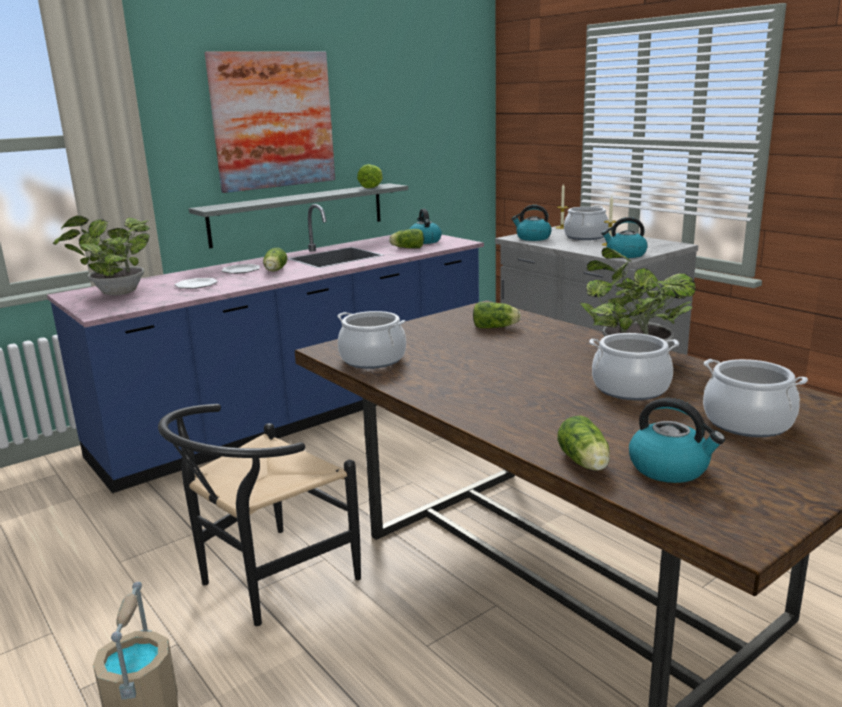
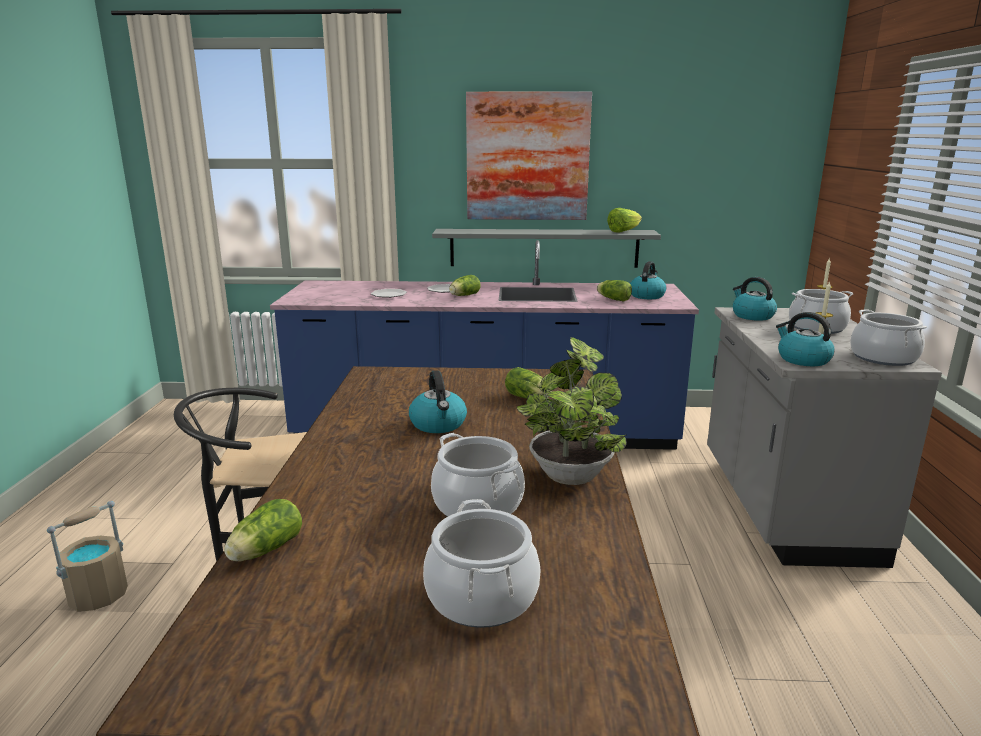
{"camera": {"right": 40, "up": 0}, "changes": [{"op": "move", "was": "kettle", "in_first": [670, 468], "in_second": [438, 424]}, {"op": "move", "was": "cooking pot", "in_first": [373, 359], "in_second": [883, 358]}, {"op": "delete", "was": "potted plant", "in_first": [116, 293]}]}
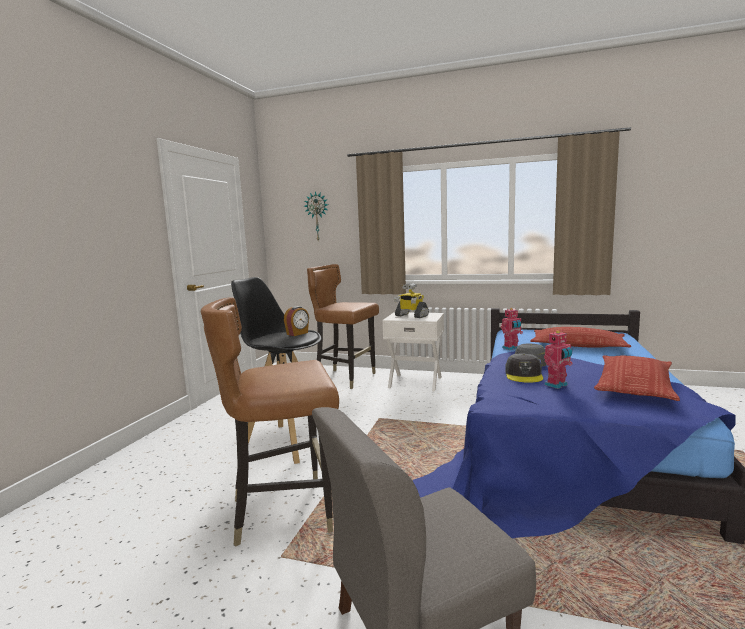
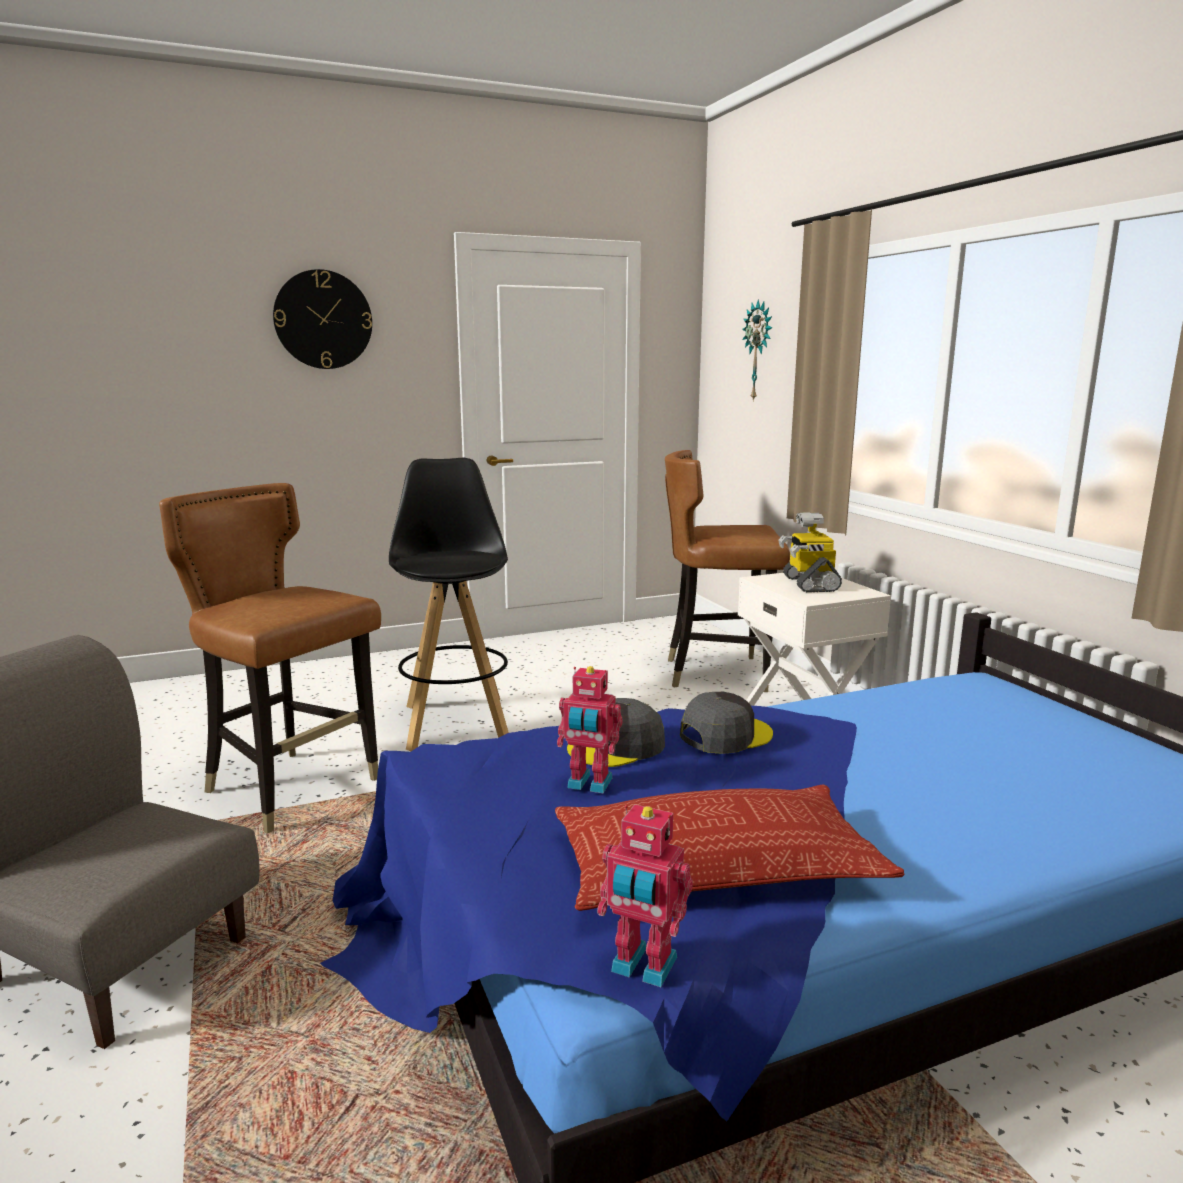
{"camera": {"right": 50, "up": 5}, "changes": [{"op": "insert", "now": "wall clock", "in_second": [323, 320]}, {"op": "move", "was": "toy robot", "in_first": [511, 348], "in_second": [642, 967]}, {"op": "rotate", "was": "chair (brown)", "in_first": [345, 378], "in_second": [718, 673], "clockwise": -75}, {"op": "delete", "was": "alarm clock", "in_first": [297, 333]}, {"op": "delete", "was": "pillow", "in_first": [578, 345]}]}
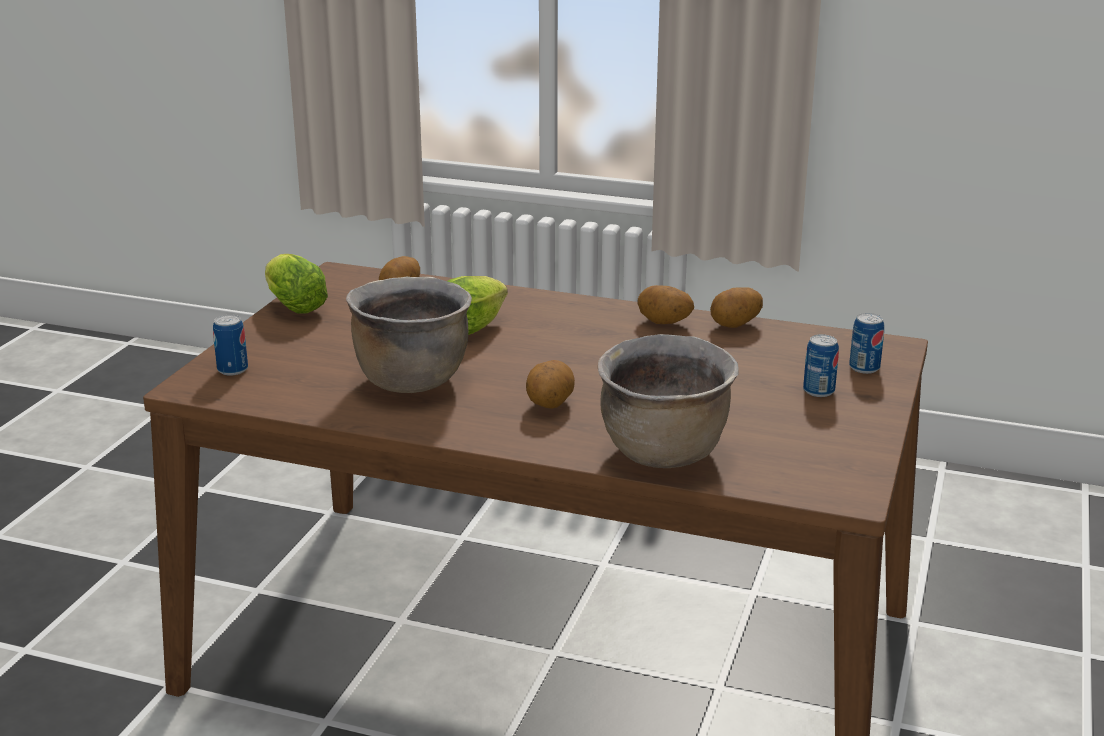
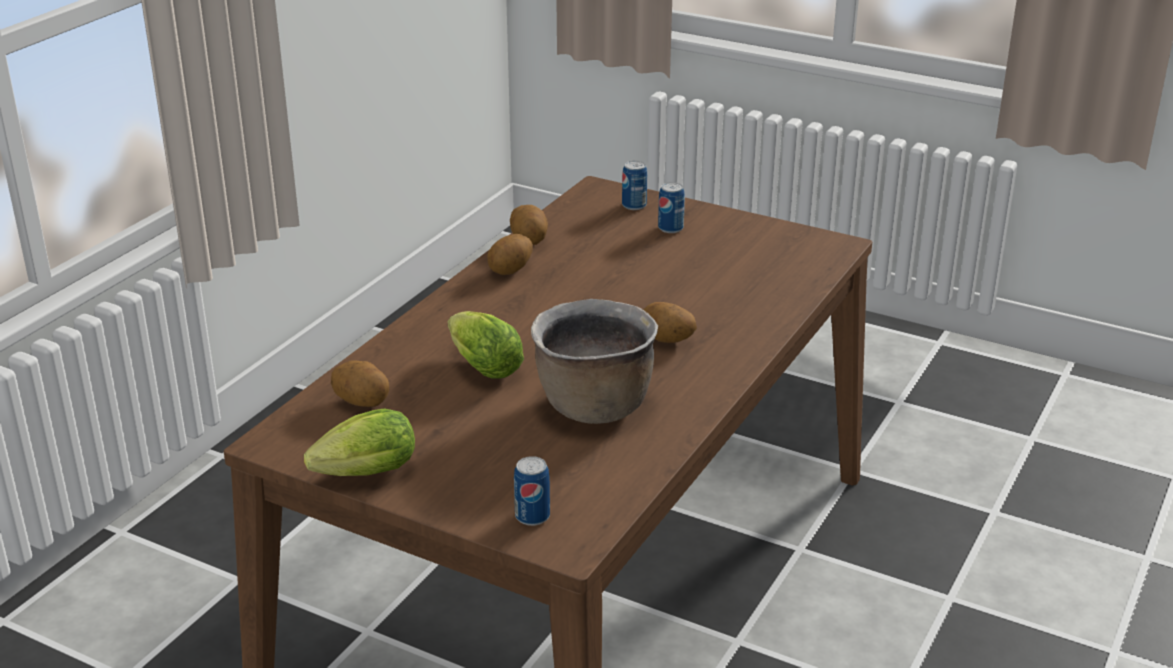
{"camera": {"right": -80, "up": 5}, "changes": [{"op": "delete", "was": "cooking pot (brown)", "in_first": [664, 453]}]}
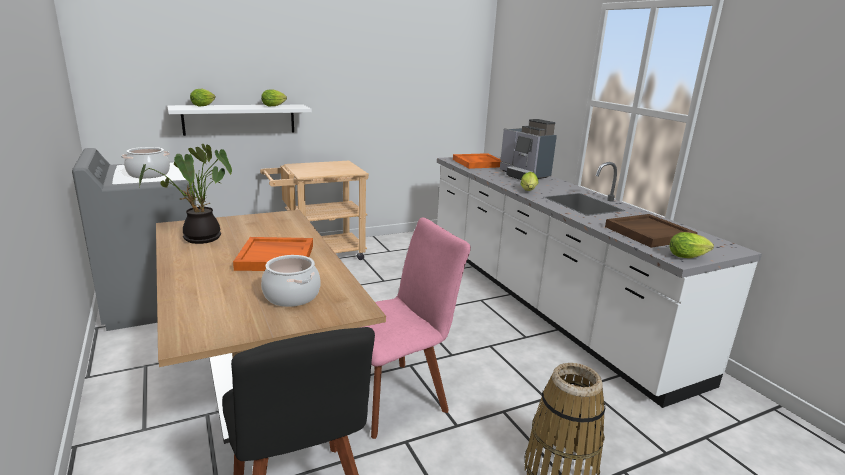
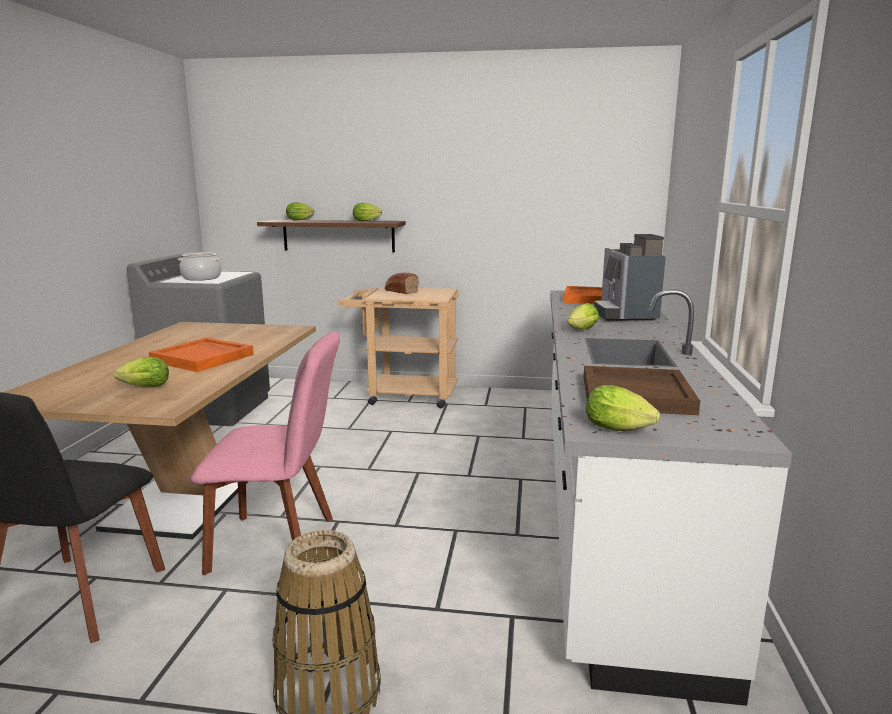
{"camera": {"right": 35, "up": -5}, "changes": [{"op": "replace", "was": "cooking pot", "now": "lettuce", "in_first": [292, 296], "in_second": [143, 387]}, {"op": "recolor", "was": "shelf (white)", "now": "shelf (brown)", "in_first": [239, 119], "in_second": [338, 235]}, {"op": "insert", "now": "bread", "in_second": [400, 291]}, {"op": "delete", "was": "potted plant", "in_first": [199, 239]}]}
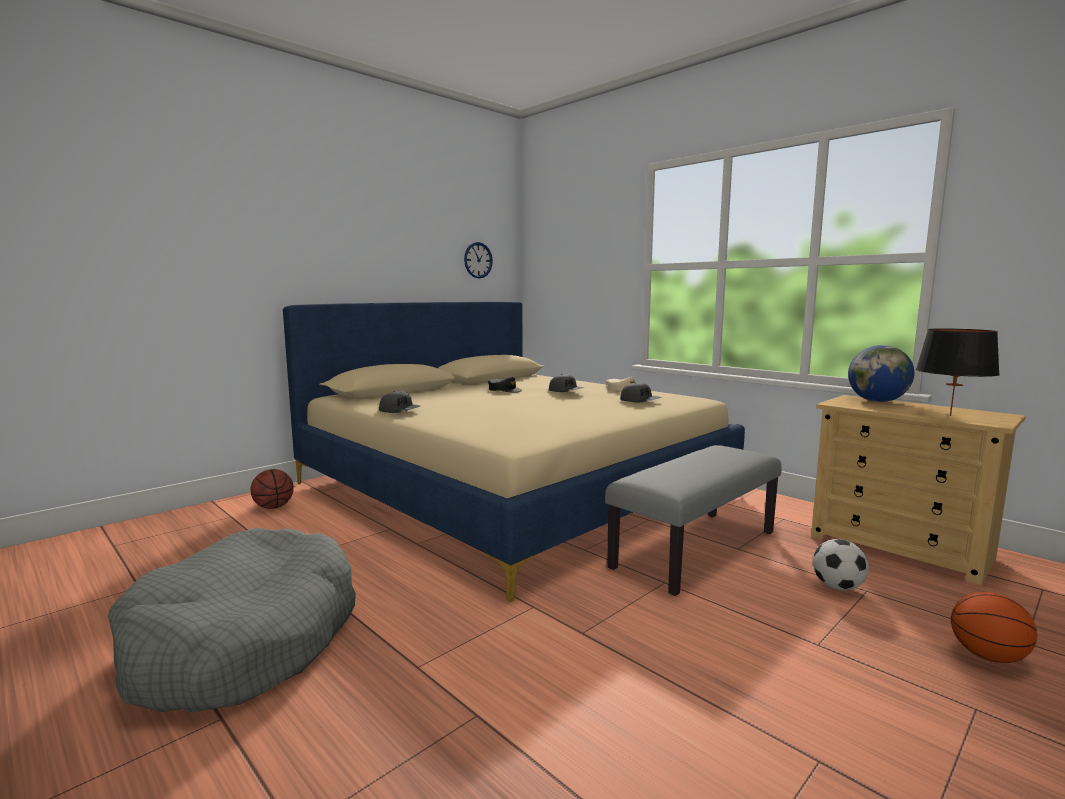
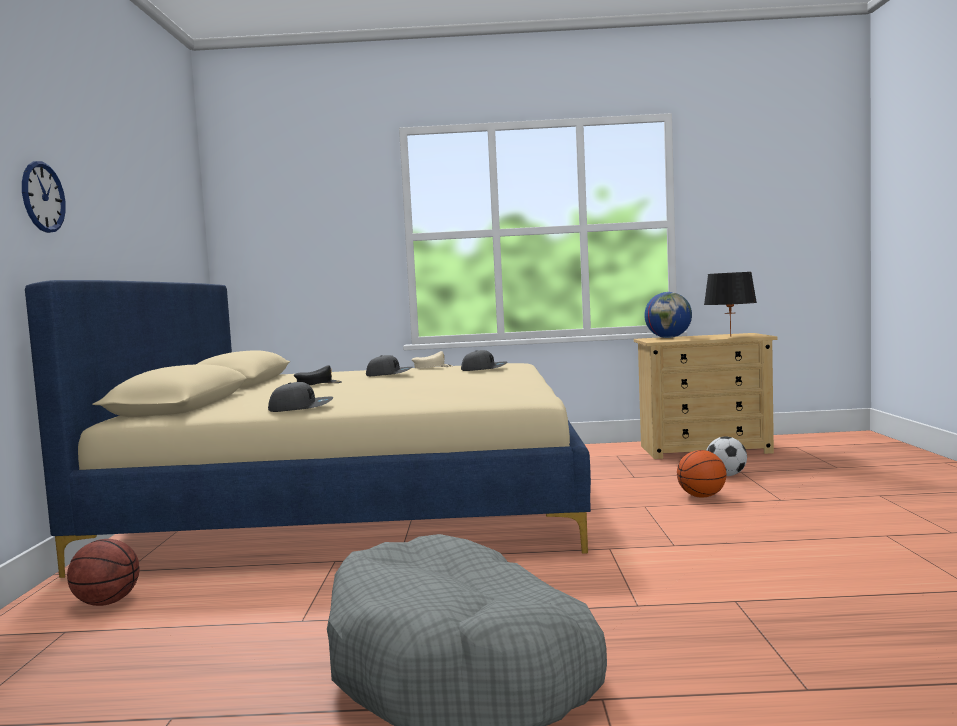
{"camera": {"right": -45, "up": -5}, "changes": [{"op": "move", "was": "wall clock", "in_first": [478, 260], "in_second": [43, 197]}, {"op": "move", "was": "basketball", "in_first": [986, 656], "in_second": [701, 496]}, {"op": "delete", "was": "bench (grey)", "in_first": [695, 549]}]}
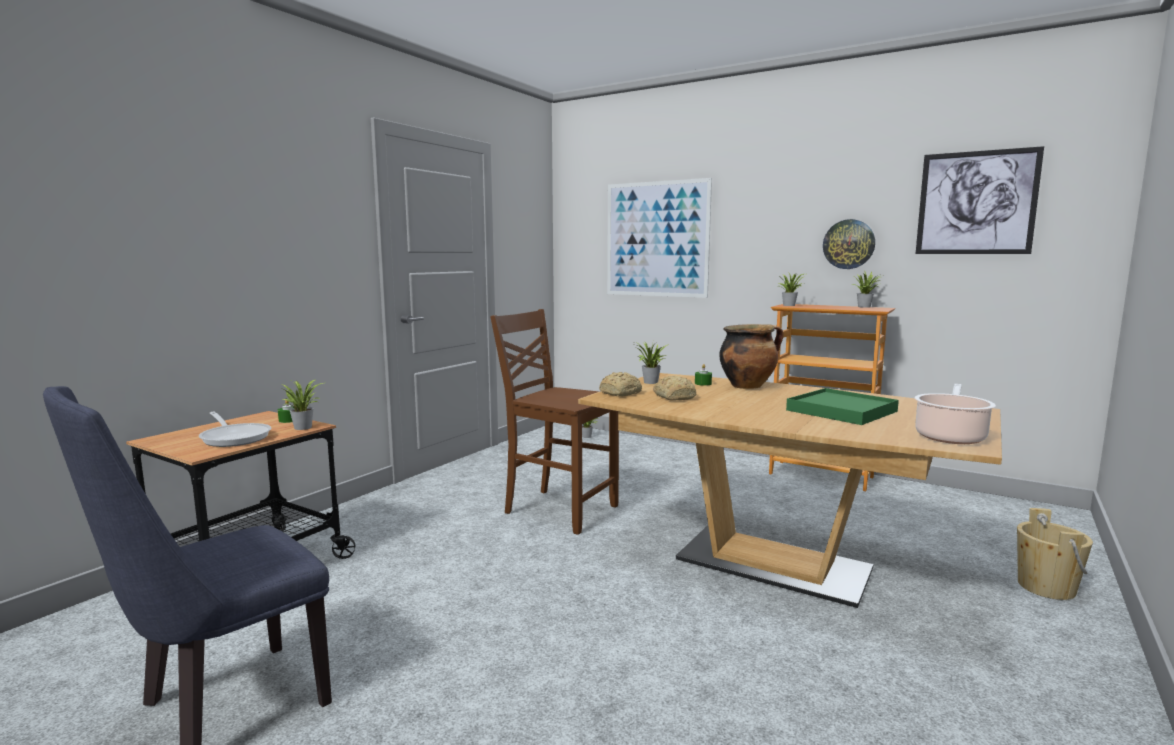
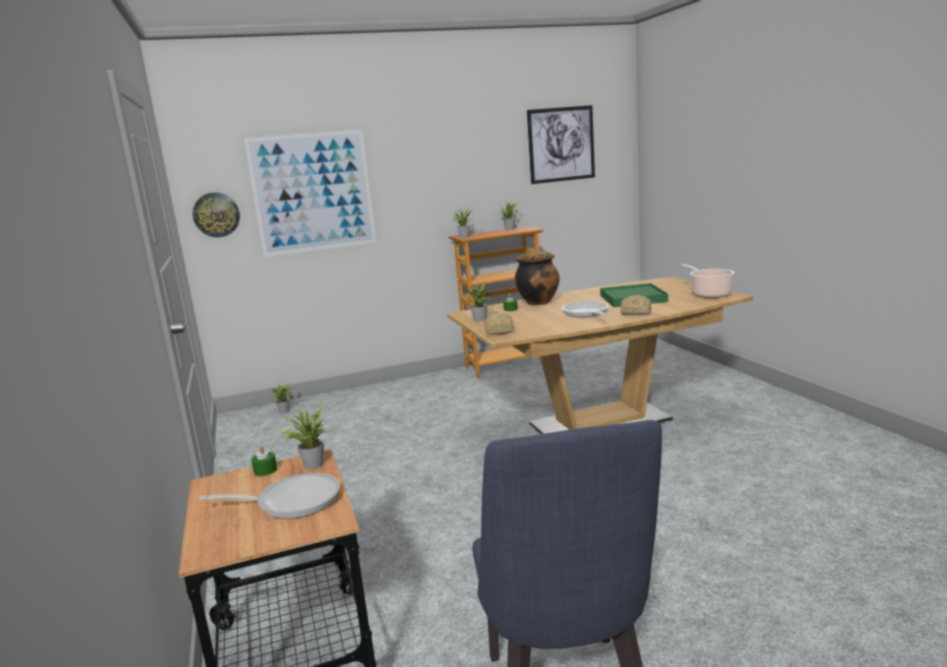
{"camera": {"right": -50, "up": 5}, "changes": [{"op": "move", "was": "wall clock", "in_first": [848, 244], "in_second": [216, 215]}, {"op": "insert", "now": "frying pan", "in_second": [586, 313]}, {"op": "move", "was": "bread", "in_first": [674, 397], "in_second": [635, 313]}, {"op": "delete", "was": "chair (brown)", "in_first": [559, 509]}, {"op": "delete", "was": "bucket (beige)", "in_first": [1046, 587]}]}
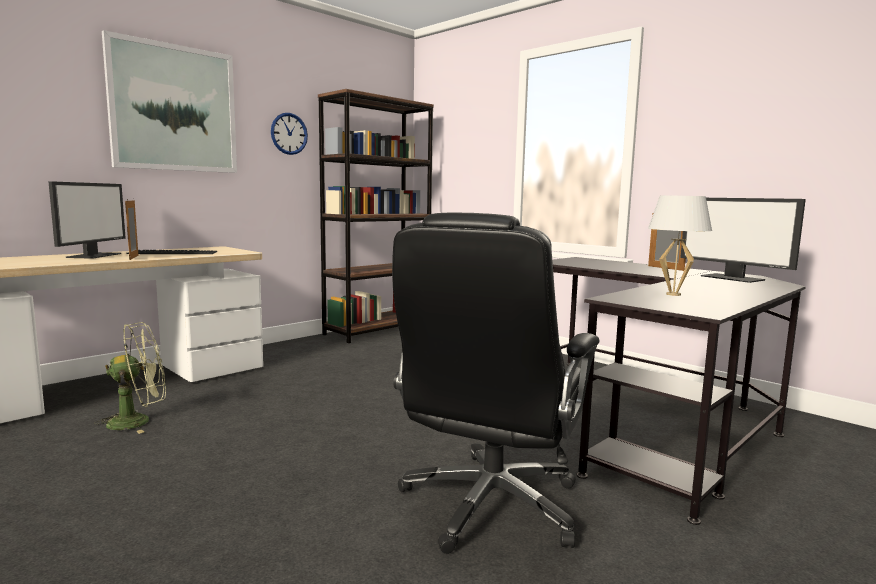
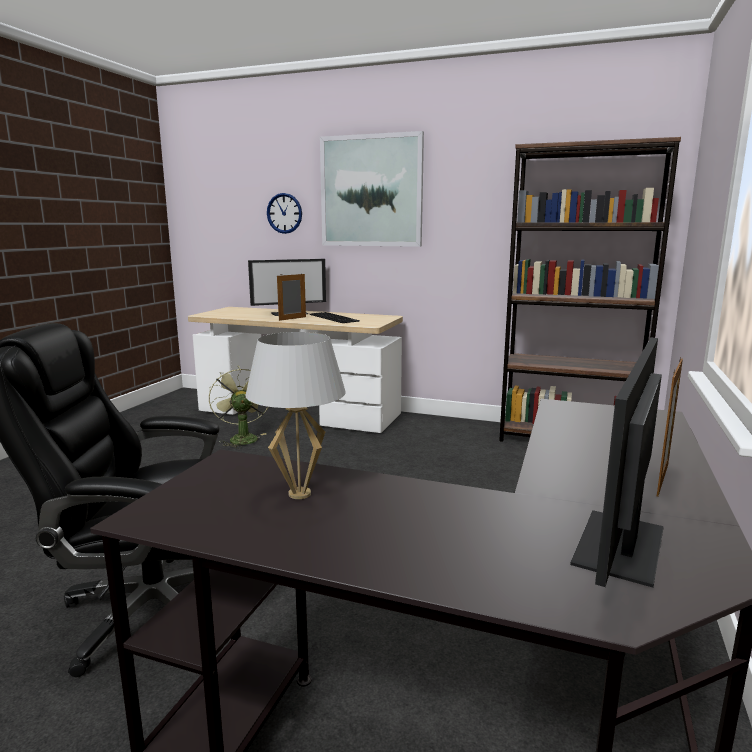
{"camera": {"right": 65, "up": 5}, "changes": [{"op": "rotate", "was": "fan (green)", "in_first": [138, 421], "in_second": [241, 438], "clockwise": -150}, {"op": "move", "was": "wall clock", "in_first": [289, 133], "in_second": [284, 213]}]}
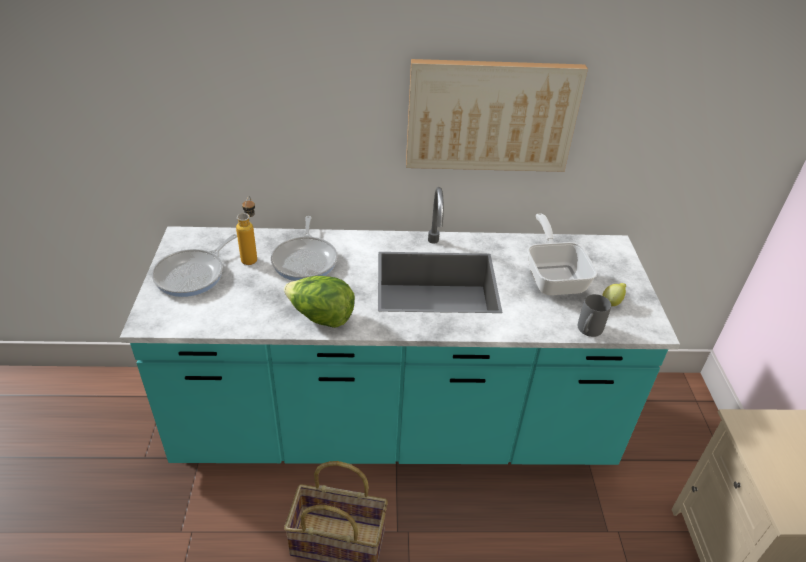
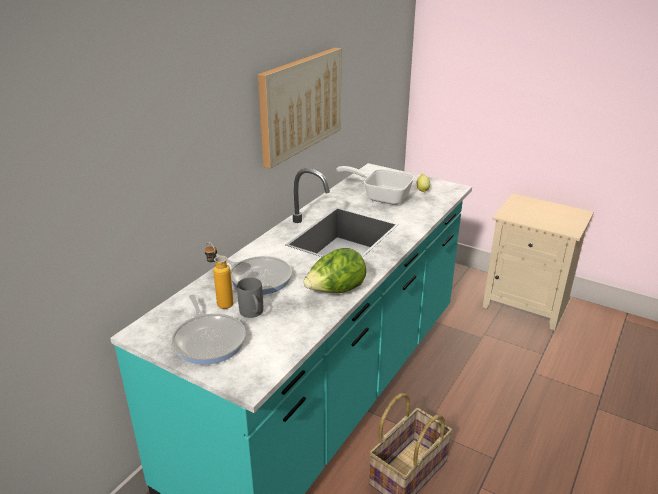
{"camera": {"right": -55, "up": -10}, "changes": [{"op": "move", "was": "mug (grey)", "in_first": [587, 331], "in_second": [253, 314]}]}
